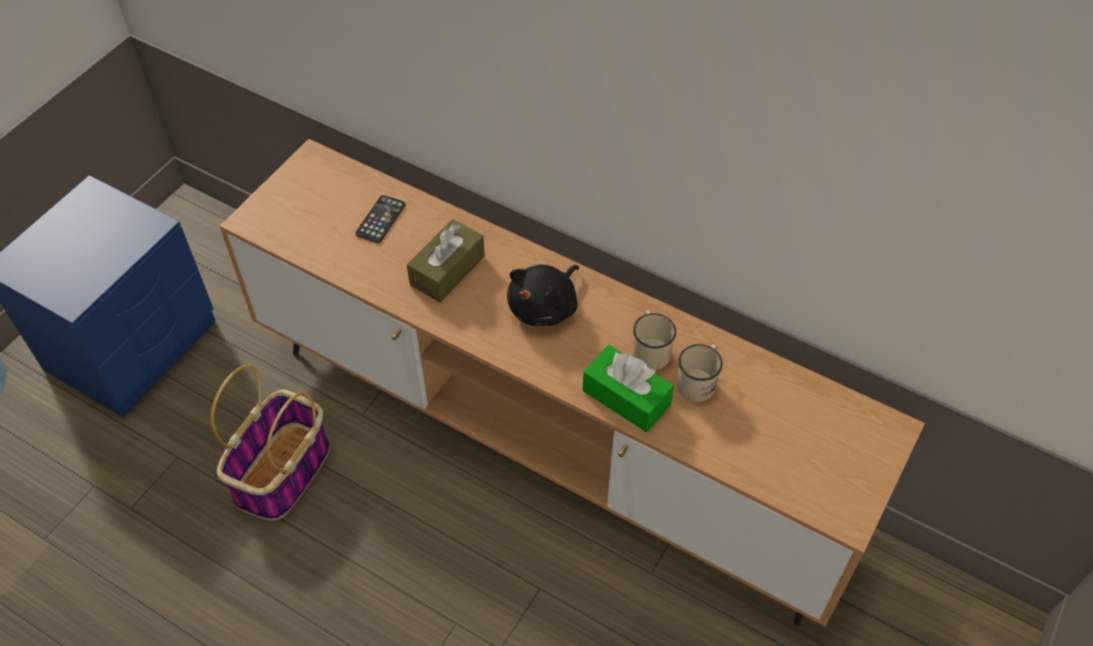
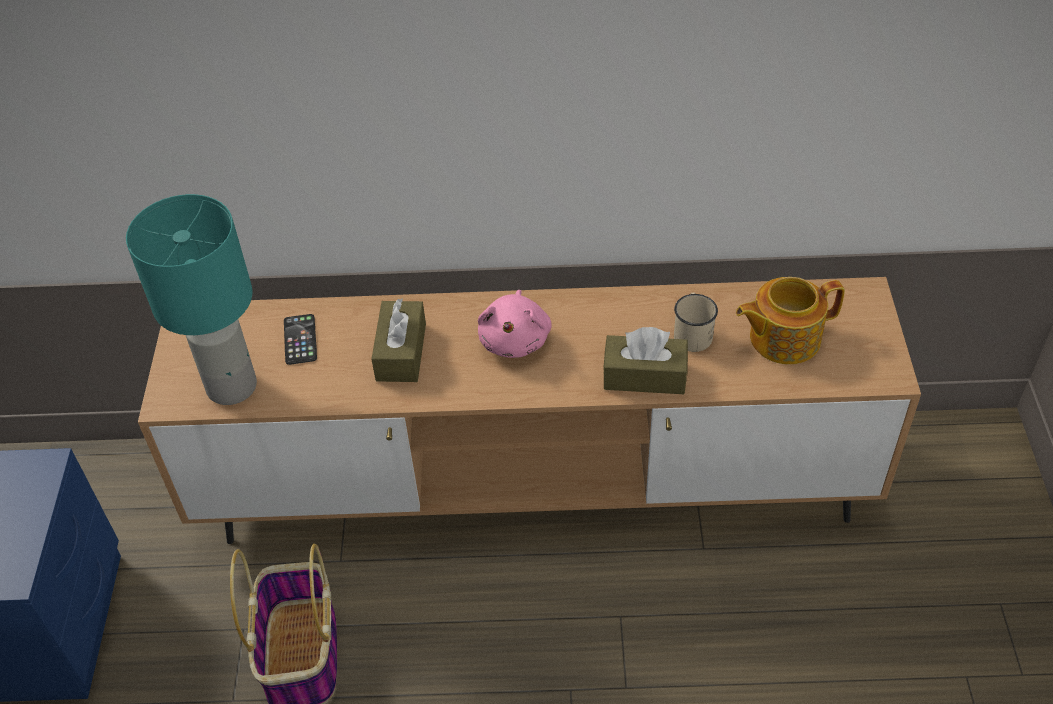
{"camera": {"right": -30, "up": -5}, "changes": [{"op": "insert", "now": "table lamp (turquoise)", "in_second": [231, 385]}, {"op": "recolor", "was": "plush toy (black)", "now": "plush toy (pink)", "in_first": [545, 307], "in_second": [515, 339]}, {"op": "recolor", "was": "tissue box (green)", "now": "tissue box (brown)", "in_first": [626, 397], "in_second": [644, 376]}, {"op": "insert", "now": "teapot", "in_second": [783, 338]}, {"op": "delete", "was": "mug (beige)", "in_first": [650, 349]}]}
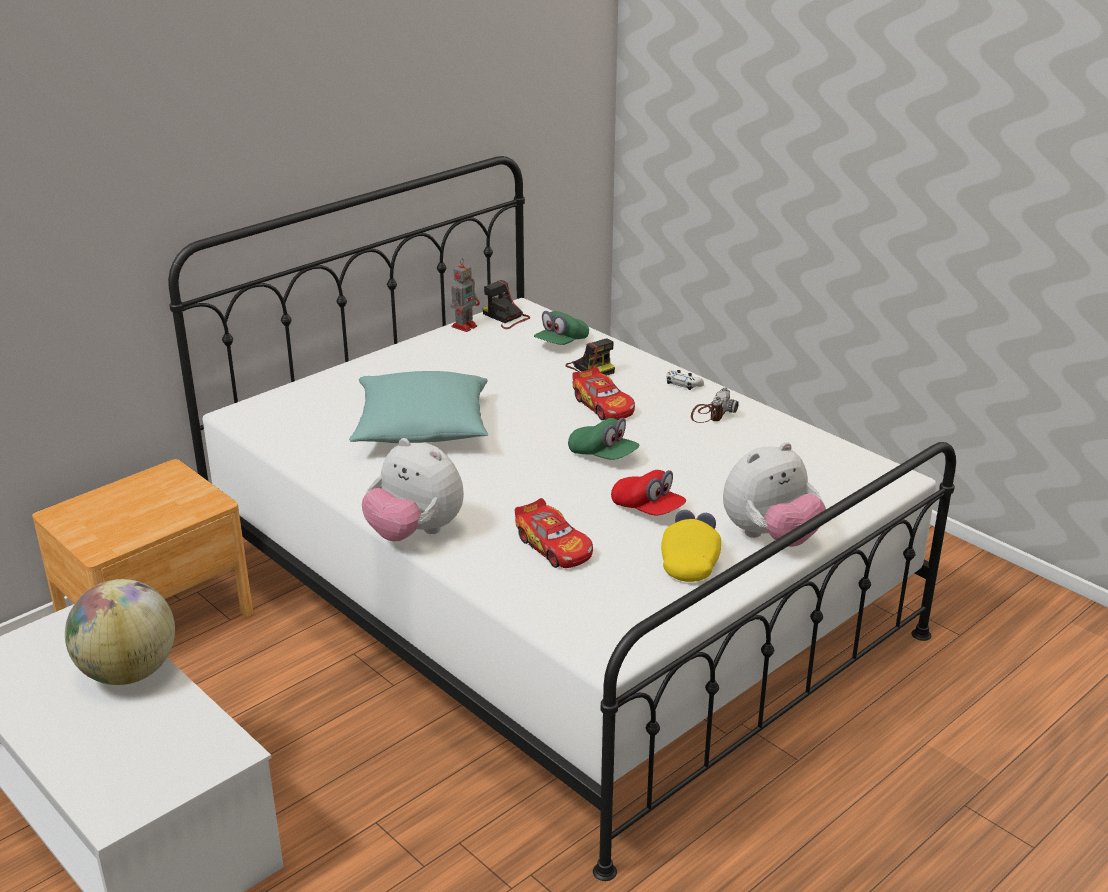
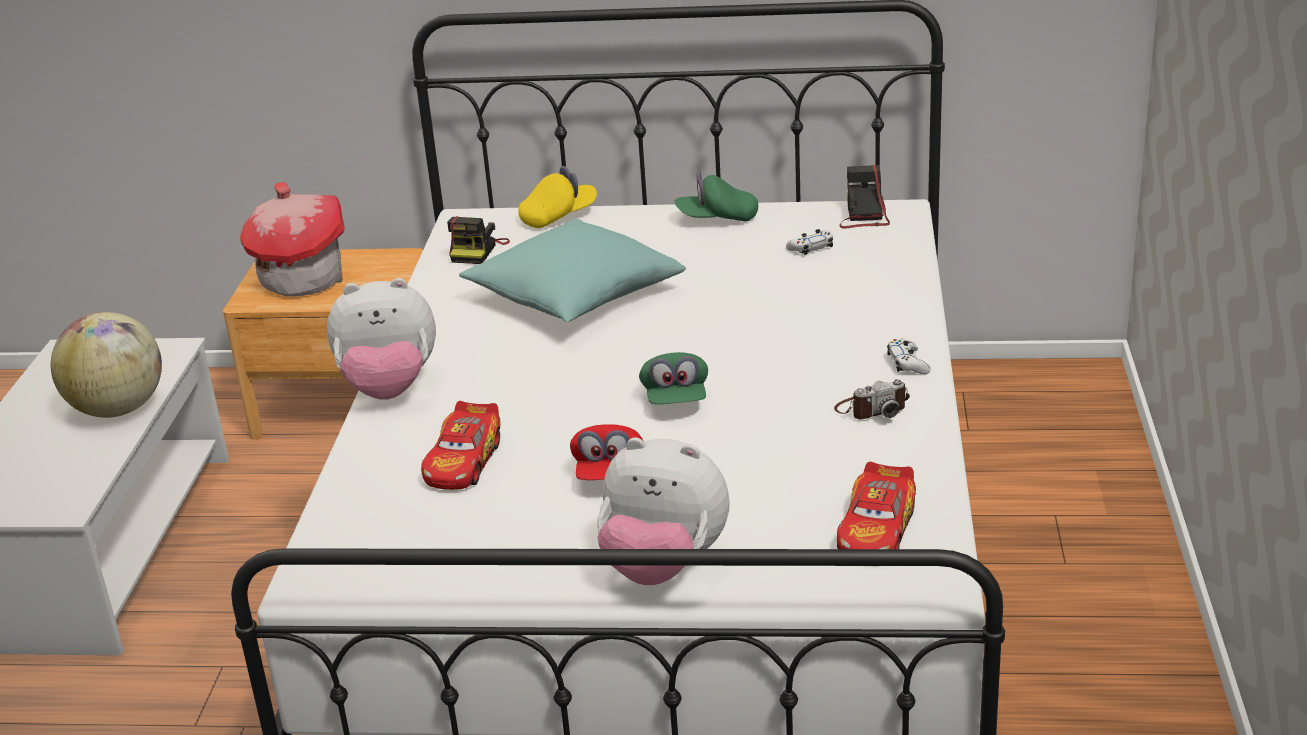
{"camera": {"right": 50, "up": 0}, "changes": [{"op": "insert", "now": "toy house", "in_second": [303, 279]}, {"op": "rotate", "was": "plush toy", "in_first": [415, 533], "in_second": [389, 389], "clockwise": -90}, {"op": "move", "was": "photo camera", "in_first": [590, 368], "in_second": [477, 251]}, {"op": "move", "was": "cap (yellow)", "in_first": [690, 561], "in_second": [558, 217]}, {"op": "move", "was": "cap (green)", "in_first": [561, 343], "in_second": [717, 218]}, {"op": "insert", "now": "game controller (white)", "in_second": [811, 248]}, {"op": "move", "was": "toy car", "in_first": [603, 405], "in_second": [877, 530]}, {"op": "delete", "was": "toy robot", "in_first": [465, 326]}]}
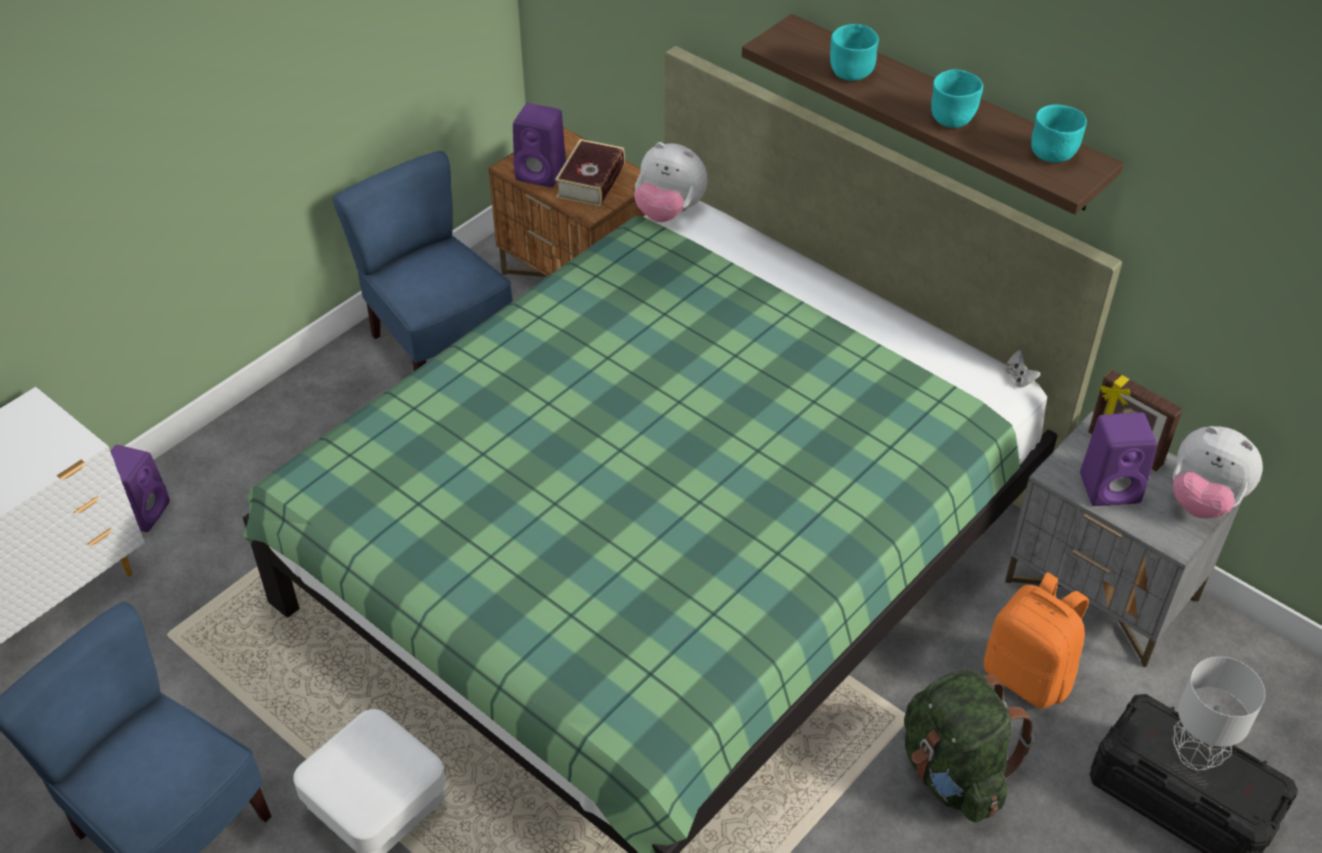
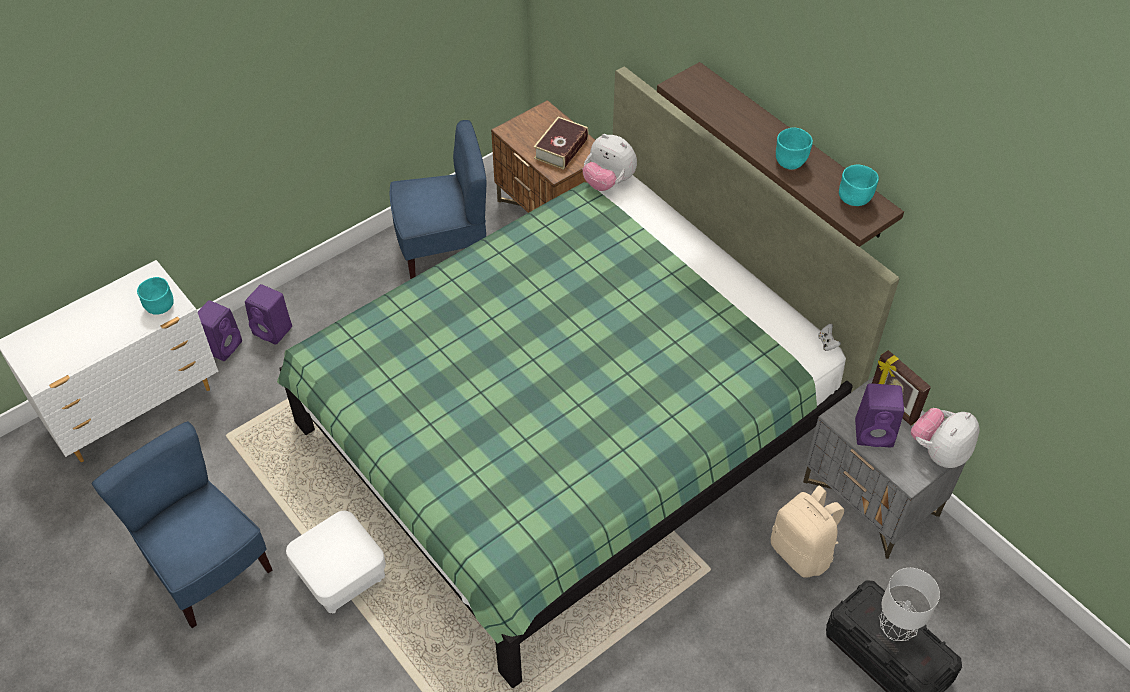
{"camera": {"right": 10, "up": 5}, "changes": [{"op": "move", "was": "bowl (turquoise)", "in_first": [850, 73], "in_second": [159, 306]}, {"op": "move", "was": "speaker (purple)", "in_first": [542, 173], "in_second": [274, 331]}, {"op": "rotate", "was": "chair (blue)", "in_first": [439, 346], "in_second": [443, 250], "clockwise": 105}, {"op": "recolor", "was": "backpack (orange)", "now": "backpack (beige)", "in_first": [1029, 675], "in_second": [802, 552]}, {"op": "rotate", "was": "plush toy", "in_first": [1203, 500], "in_second": [939, 452], "clockwise": 90}, {"op": "delete", "was": "backpack (green)", "in_first": [953, 773]}]}
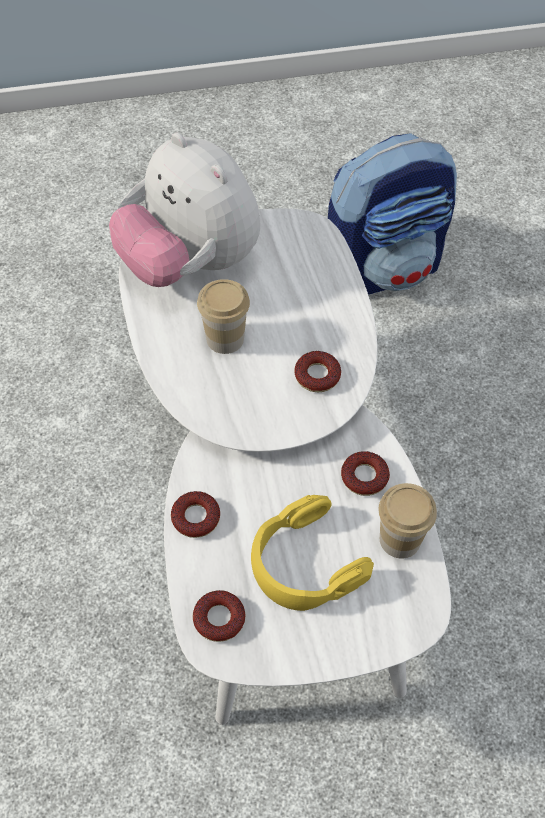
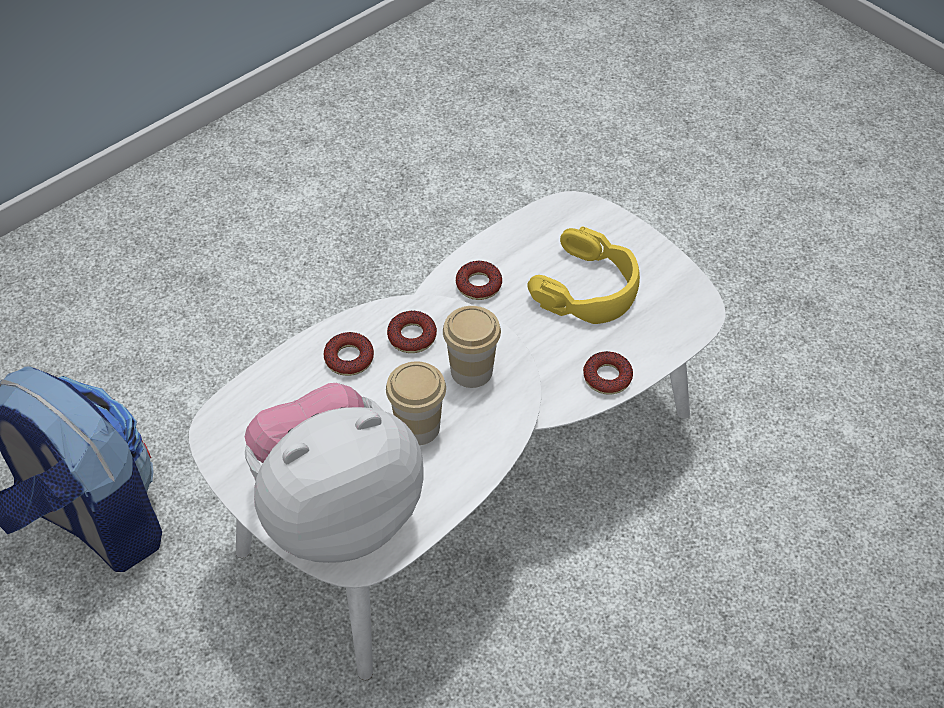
{"camera": {"right": -120, "up": -5}, "changes": [{"op": "rotate", "was": "plush toy", "in_first": [190, 263], "in_second": [337, 511], "clockwise": -135}, {"op": "move", "was": "donut", "in_first": [219, 619], "in_second": [349, 358]}, {"op": "move", "was": "cup", "in_first": [400, 539], "in_second": [471, 371]}]}
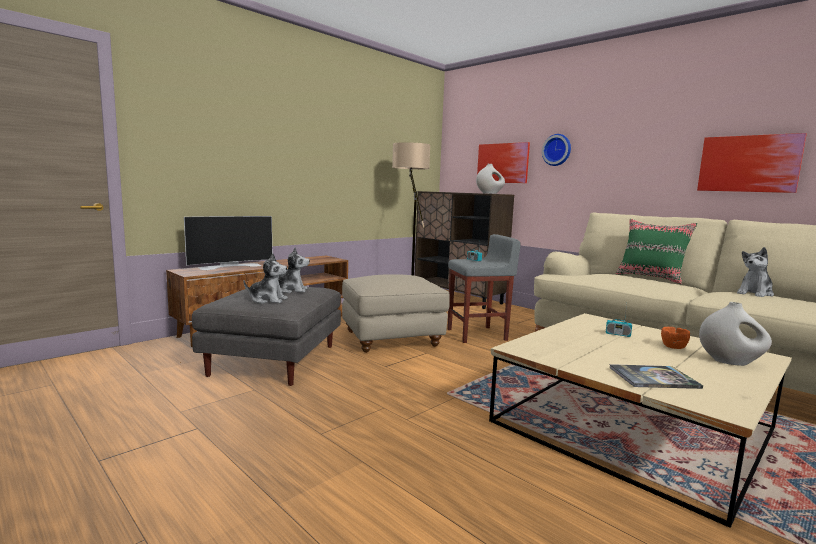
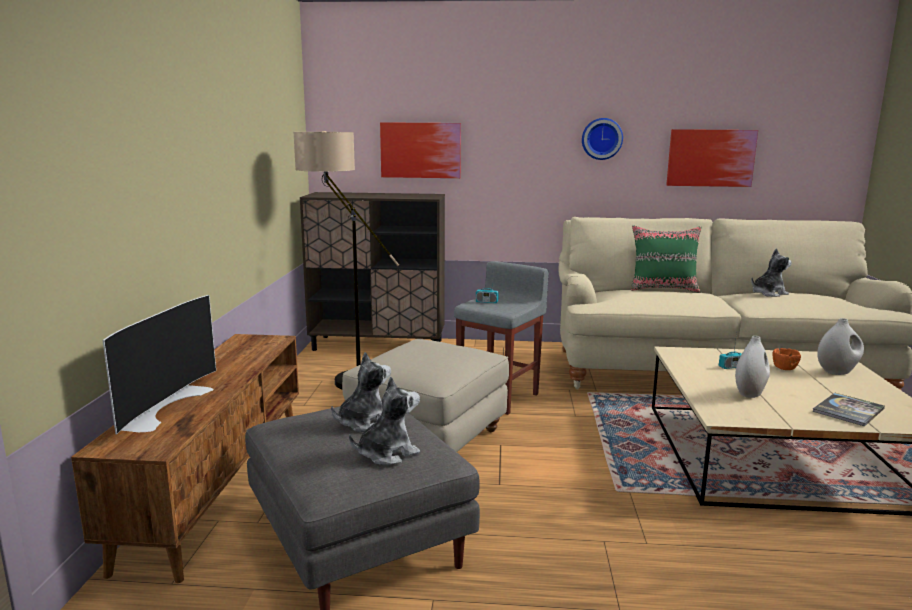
{"camera": {"right": -40, "up": 5}, "changes": [{"op": "move", "was": "wall clock", "in_first": [557, 150], "in_second": [601, 139]}, {"op": "move", "was": "vase (white)", "in_first": [489, 193], "in_second": [750, 393]}, {"op": "rotate", "was": "plush toy", "in_first": [755, 294], "in_second": [768, 293], "clockwise": -120}]}
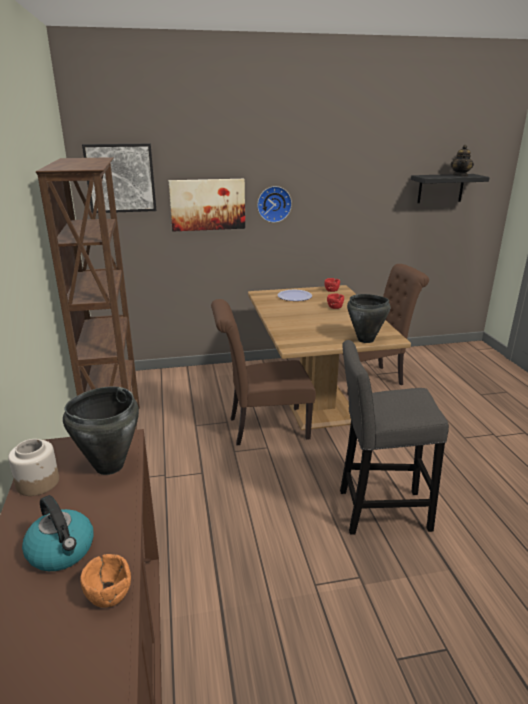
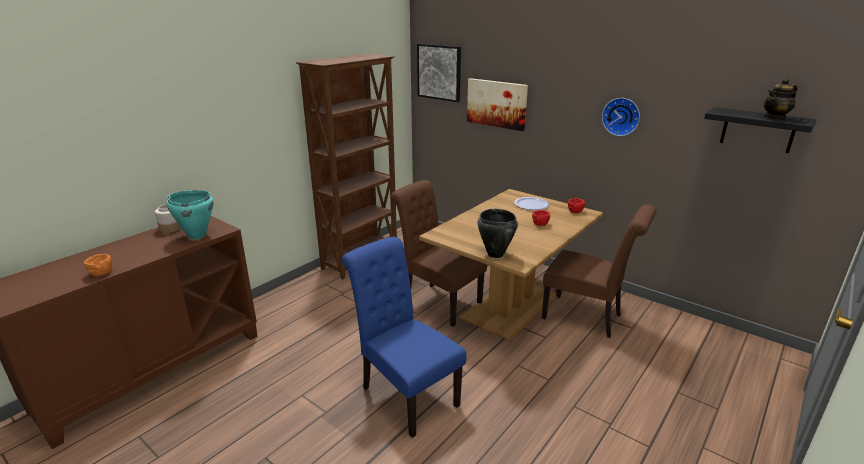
{"camera": {"right": 50, "up": 0}, "changes": [{"op": "recolor", "was": "cooking pot (black)", "now": "cooking pot (turquoise)", "in_first": [108, 466], "in_second": [197, 235]}, {"op": "replace", "was": "stool (grey)", "now": "chair (blue)", "in_first": [378, 510], "in_second": [405, 393]}, {"op": "move", "was": "wall clock", "in_first": [273, 204], "in_second": [621, 116]}, {"op": "delete", "was": "kettle", "in_first": [62, 551]}]}
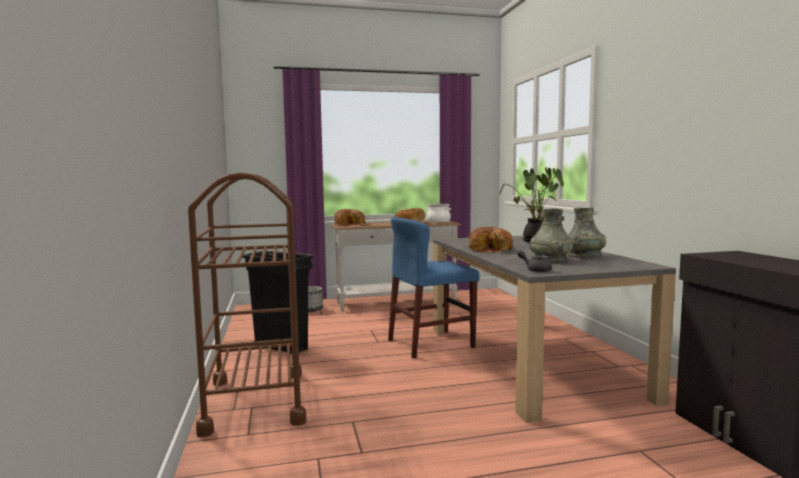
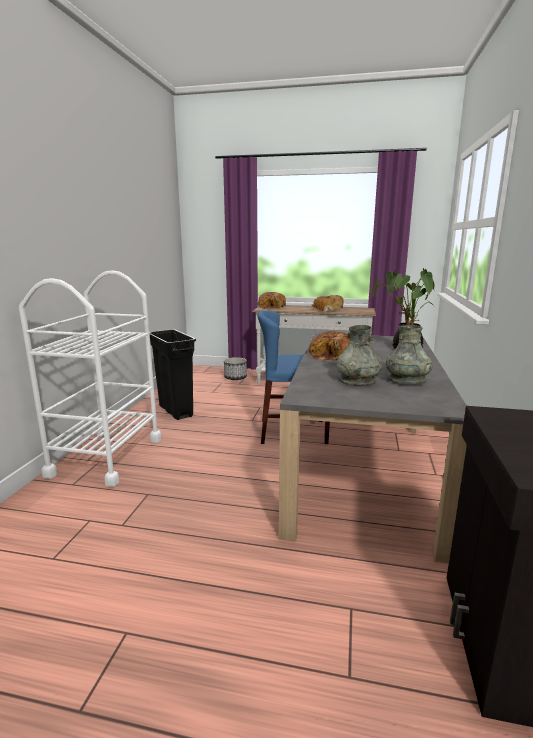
{"camera": {"right": 25, "up": 10}, "changes": [{"op": "recolor", "was": "cart (brown)", "now": "cart (white)", "in_first": [255, 401], "in_second": [107, 456]}, {"op": "delete", "was": "cooking pot", "in_first": [438, 221]}, {"op": "delete", "was": "teapot (grey)", "in_first": [536, 270]}]}
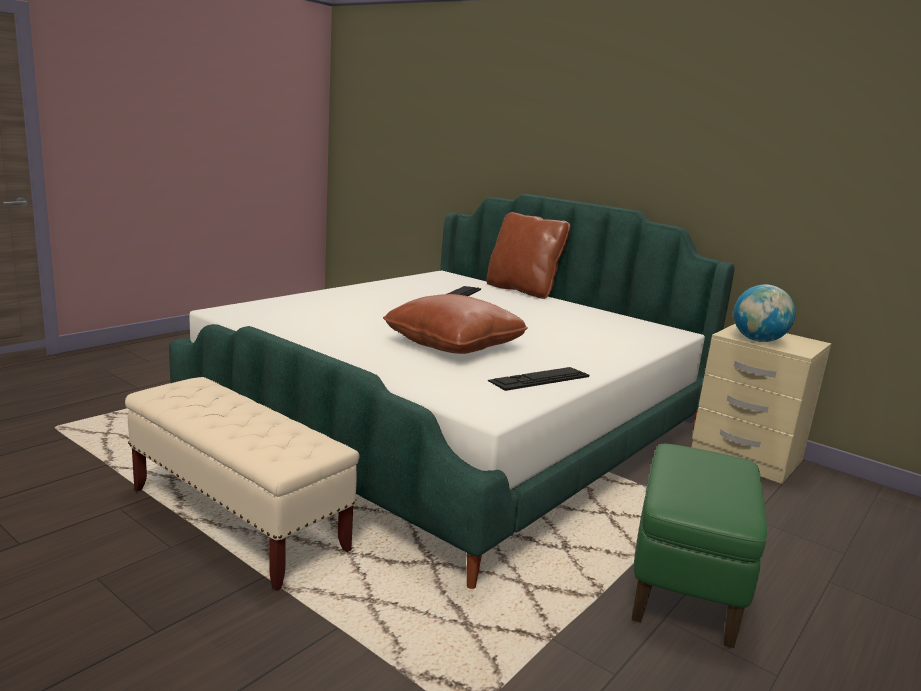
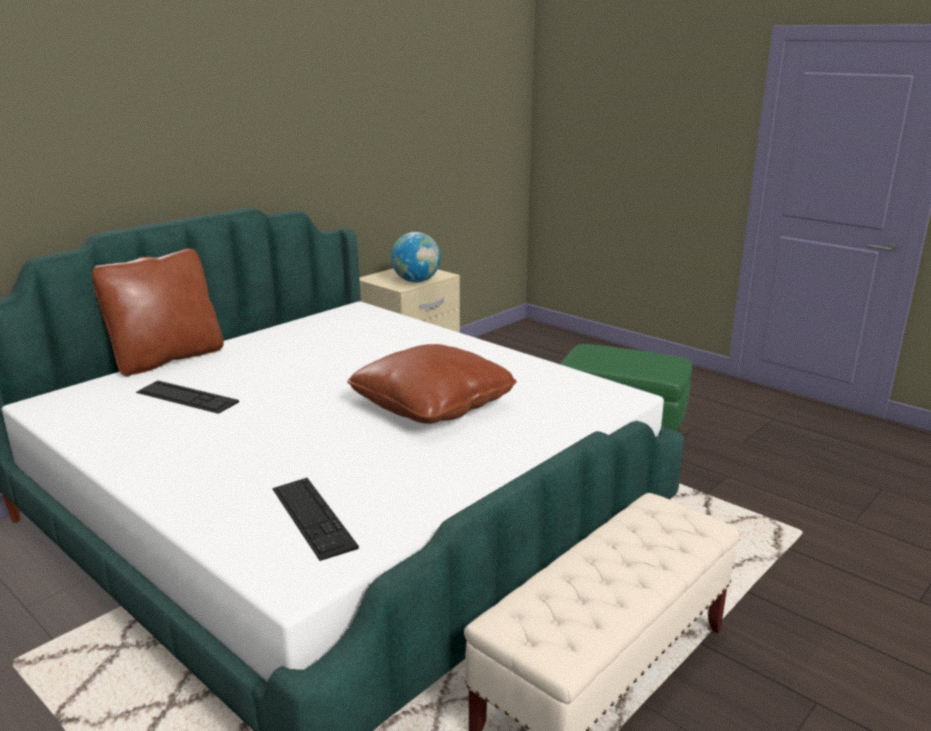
{"camera": {"right": -85, "up": 5}, "changes": [{"op": "move", "was": "keyboard", "in_first": [539, 378], "in_second": [313, 517]}]}
